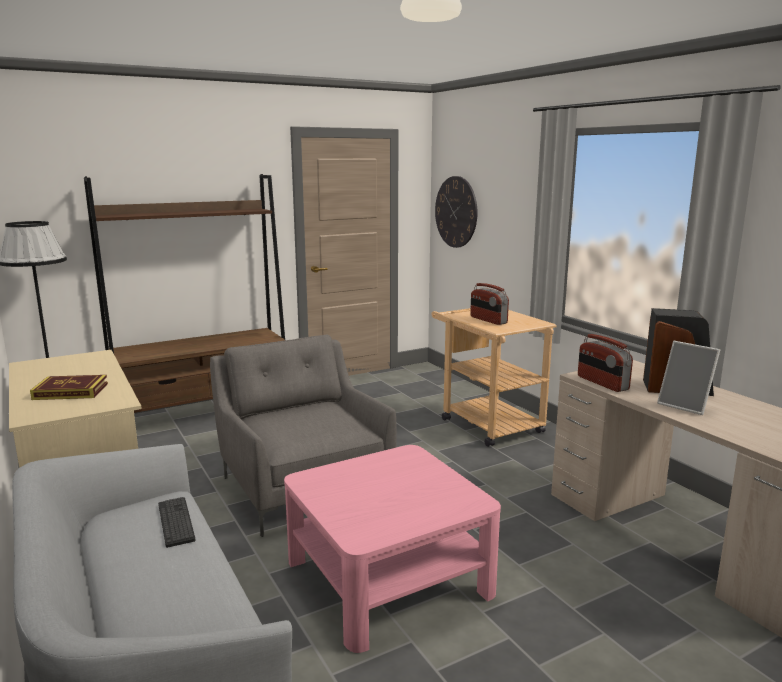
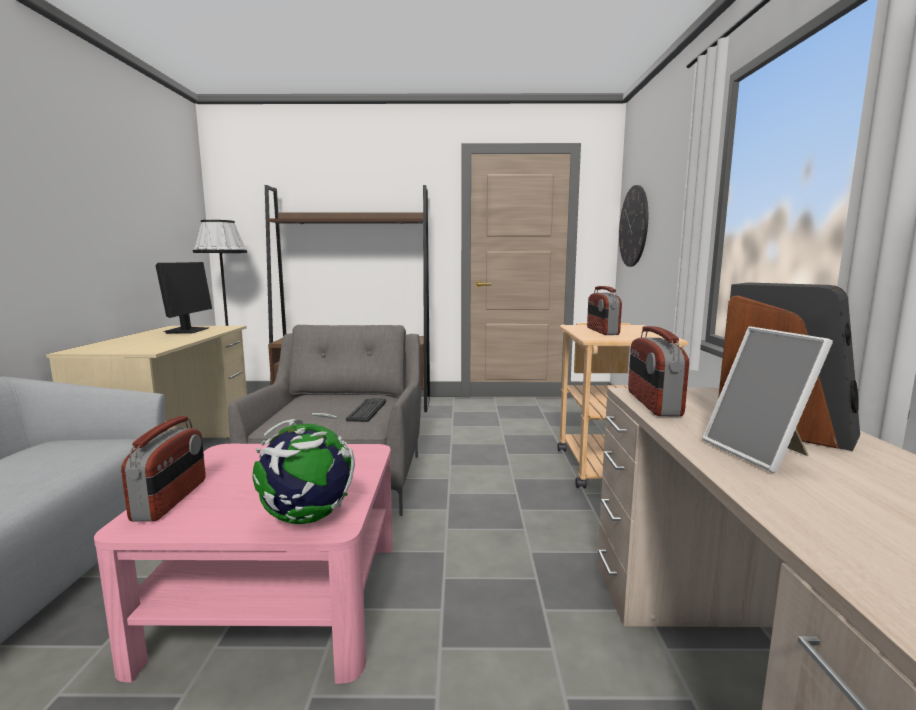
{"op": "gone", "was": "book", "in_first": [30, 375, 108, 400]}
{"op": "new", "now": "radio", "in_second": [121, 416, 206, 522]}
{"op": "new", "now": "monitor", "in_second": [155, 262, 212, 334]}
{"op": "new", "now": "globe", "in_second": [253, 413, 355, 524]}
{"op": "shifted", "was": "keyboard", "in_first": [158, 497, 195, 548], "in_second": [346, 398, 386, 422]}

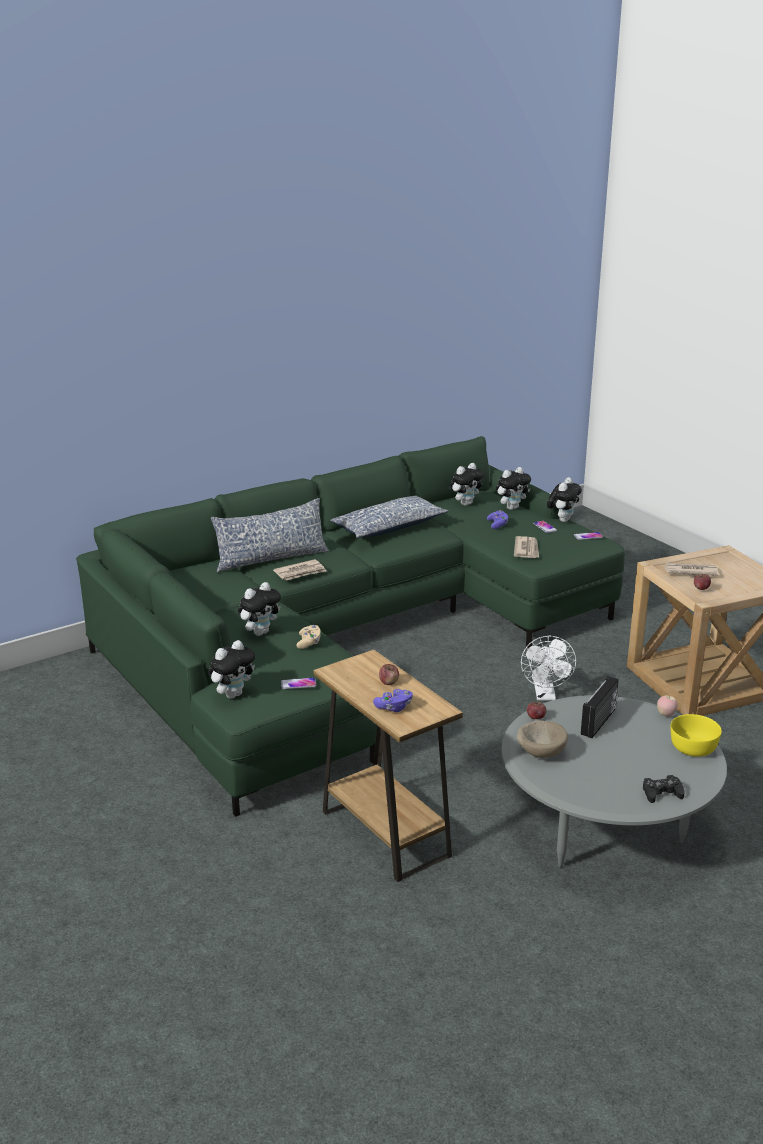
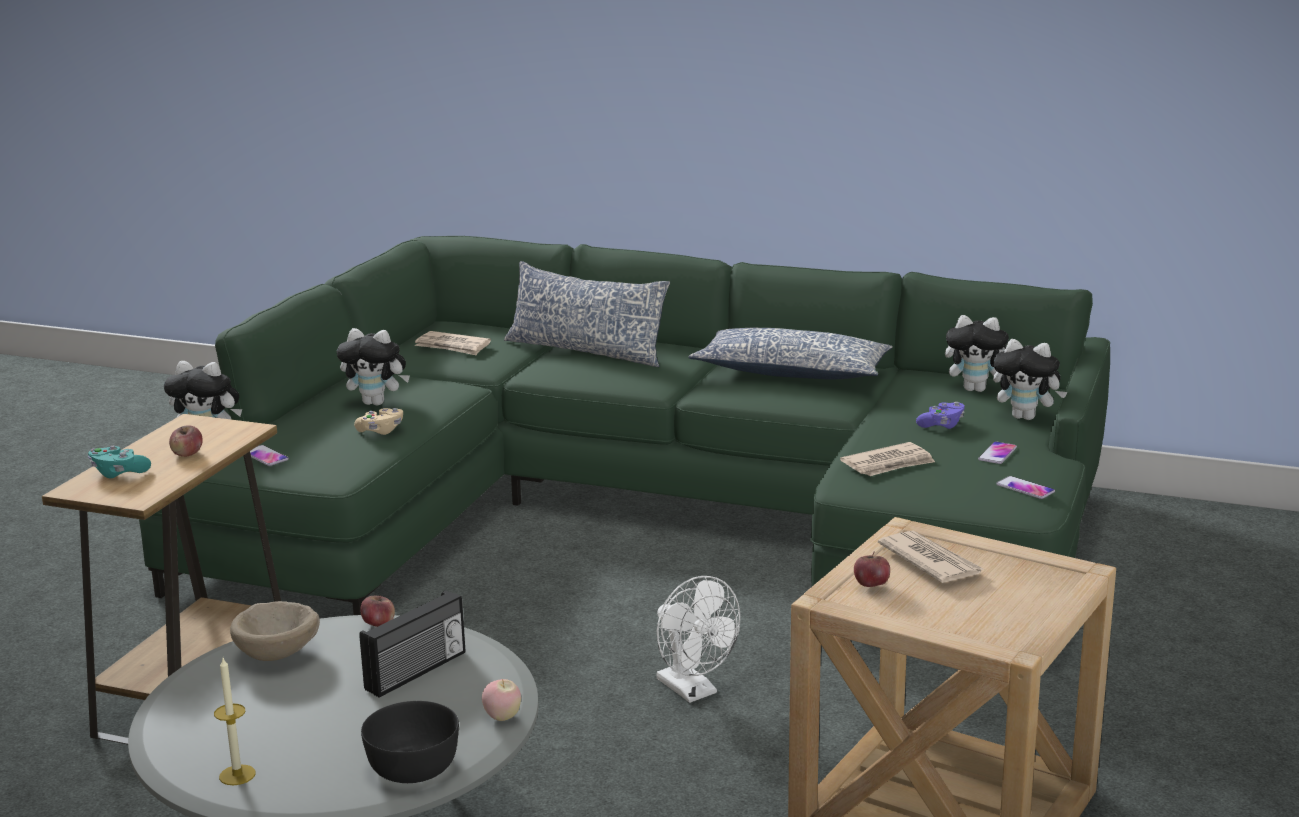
{"op": "gone", "was": "plush toy", "in_first": [547, 477, 582, 522]}
{"op": "shifted", "was": "newspaper", "in_first": [273, 559, 326, 581], "in_second": [415, 331, 491, 356]}
{"op": "swapped", "was": "black game controller", "now": "candle", "in_first": [643, 775, 685, 803], "in_second": [214, 658, 256, 785]}
{"op": "repainted", "was": "purple game controller", "now": "turquoise game controller", "in_first": [373, 689, 413, 712], "in_second": [88, 446, 151, 478]}
{"op": "repainted", "was": "yellow bowl", "now": "black bowl", "in_first": [671, 714, 722, 757], "in_second": [361, 701, 459, 783]}
{"op": "rotated", "was": "white fan", "in_first": [521, 636, 576, 700], "in_second": [656, 576, 740, 703], "clockwise": -90}
{"op": "rotated", "was": "radio", "in_first": [581, 676, 618, 738], "in_second": [359, 590, 465, 698], "clockwise": -45}

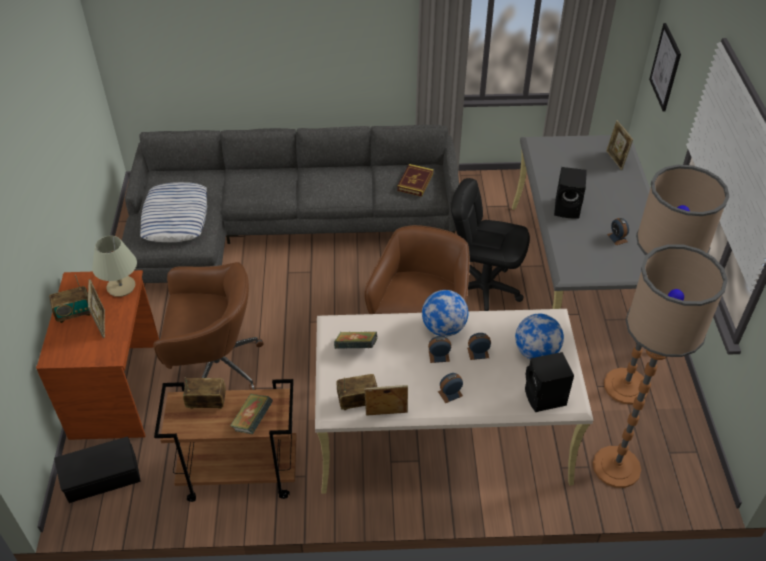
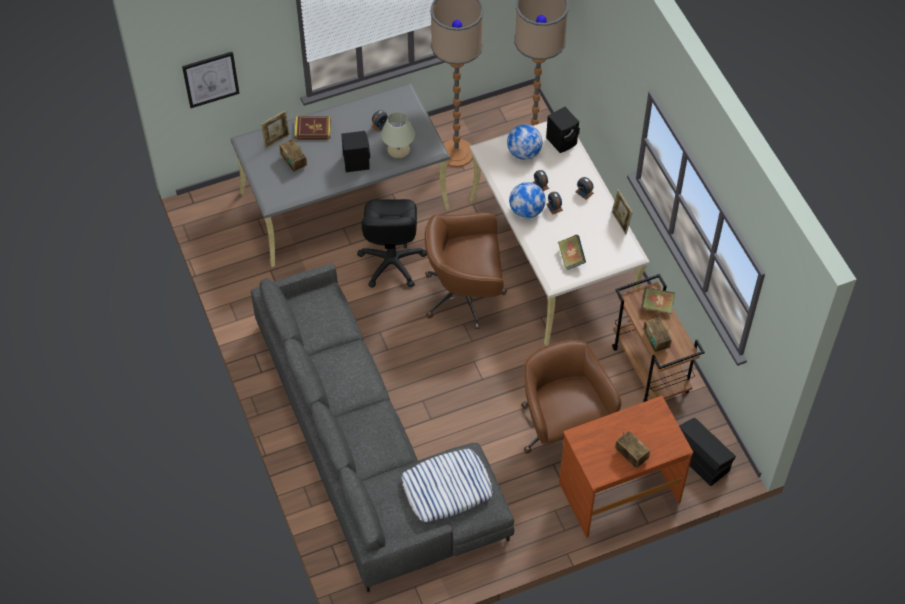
{"op": "gone", "was": "picture frame", "in_first": [88, 279, 105, 338]}
{"op": "shifted", "was": "beige table lamp", "in_first": [92, 236, 137, 297], "in_second": [381, 112, 415, 158]}
{"op": "shifted", "was": "radio", "in_first": [336, 374, 377, 410], "in_second": [279, 139, 307, 172]}
{"op": "shifted", "was": "book", "in_first": [397, 164, 434, 197], "in_second": [294, 117, 331, 140]}

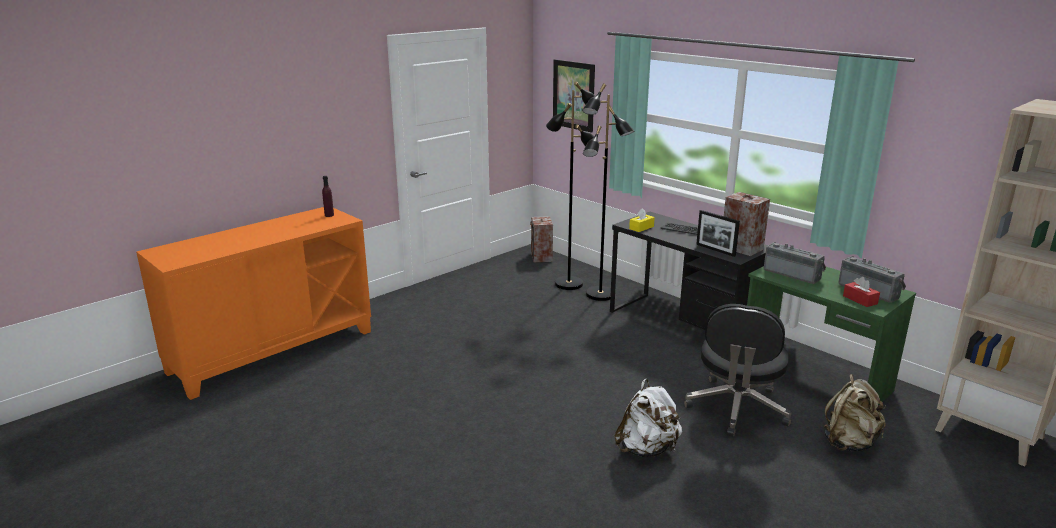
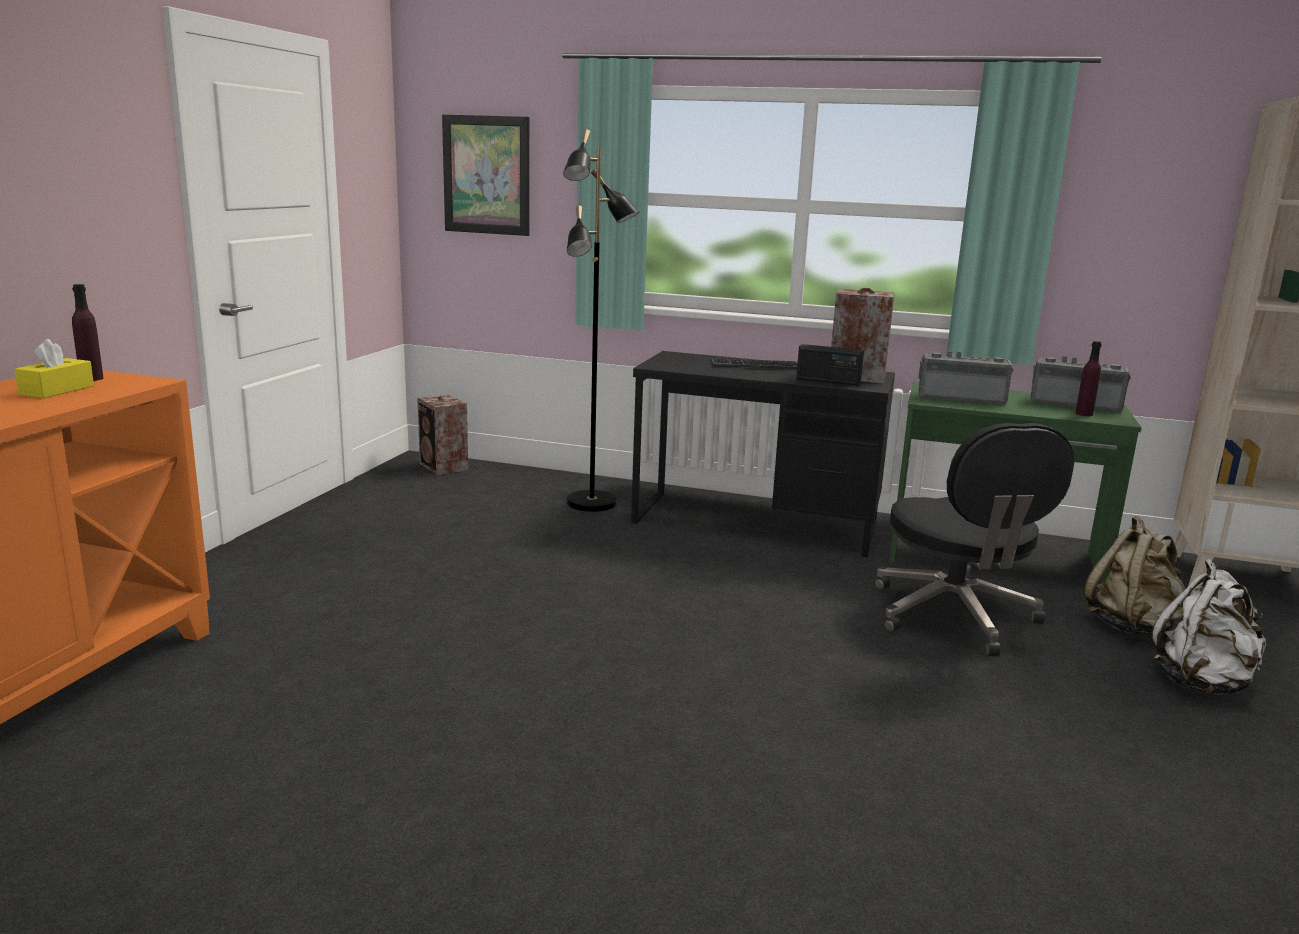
{"op": "gone", "was": "black floor lamp", "in_first": [546, 82, 595, 290]}
{"op": "shifted", "was": "white backpack", "in_first": [614, 379, 682, 457], "in_second": [1152, 559, 1266, 695]}
{"op": "shifted", "was": "yellow tissue box", "in_first": [629, 208, 655, 232], "in_second": [14, 339, 94, 398]}
{"op": "swapped", "was": "picture frame", "now": "radio", "in_first": [696, 210, 740, 257], "in_second": [796, 344, 864, 386]}
{"op": "swapped", "was": "red tissue box", "now": "purple bottle", "in_first": [843, 277, 880, 307], "in_second": [1076, 341, 1102, 416]}

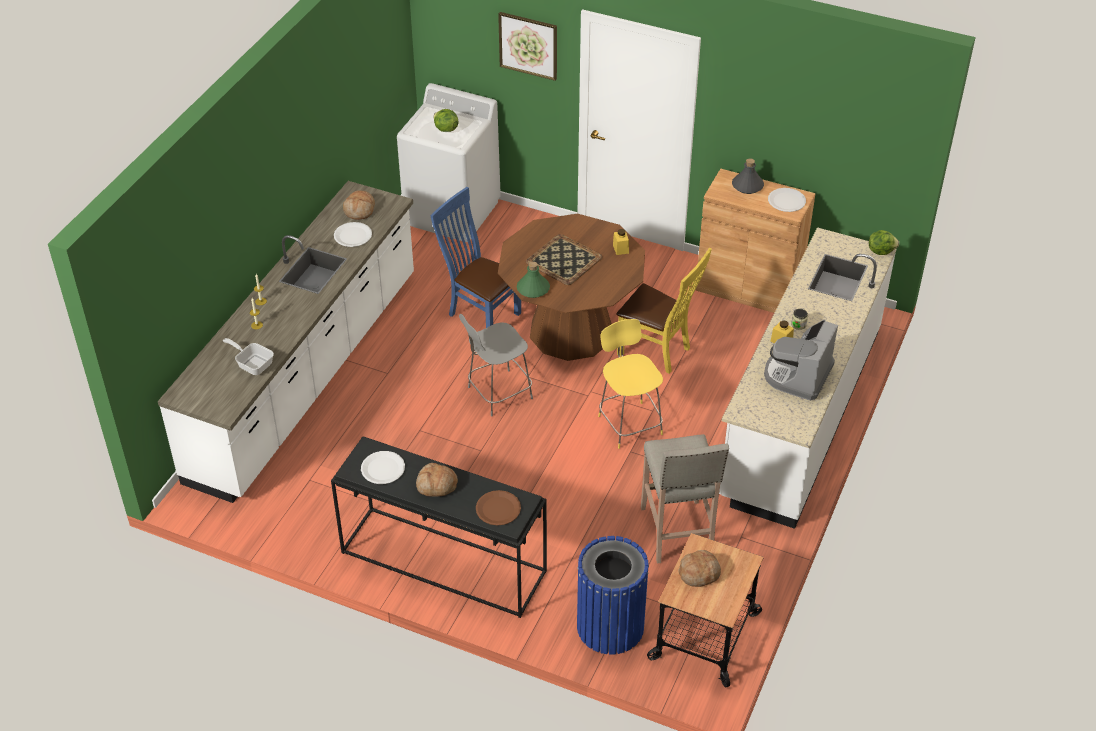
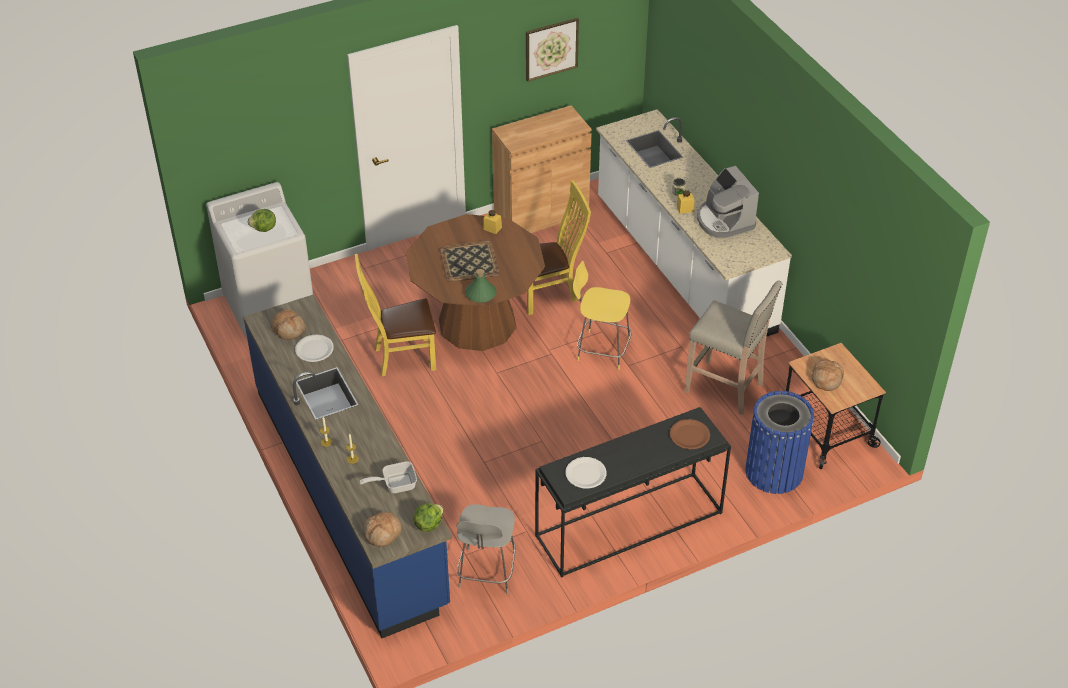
{"op": "gone", "was": "grey bottle", "in_first": [732, 158, 764, 194]}
{"op": "gone", "was": "white plate", "in_first": [768, 188, 806, 212]}
{"op": "shifted", "was": "bread", "in_first": [416, 463, 458, 496], "in_second": [363, 512, 402, 547]}
{"op": "shifted", "was": "grey stool", "in_first": [459, 314, 533, 417], "in_second": [457, 504, 516, 594]}
{"op": "shifted", "was": "picture", "in_first": [498, 12, 557, 81], "in_second": [526, 18, 579, 82]}
{"op": "shifted", "was": "lettuce", "in_first": [869, 230, 899, 255], "in_second": [413, 503, 443, 532]}
{"op": "repainted", "was": "white counter", "now": "blue counter", "in_first": [158, 181, 414, 503], "in_second": [243, 294, 452, 638]}
{"op": "repainted", "was": "blue chair", "now": "yellow chair", "in_first": [430, 187, 521, 328], "in_second": [355, 254, 436, 377]}

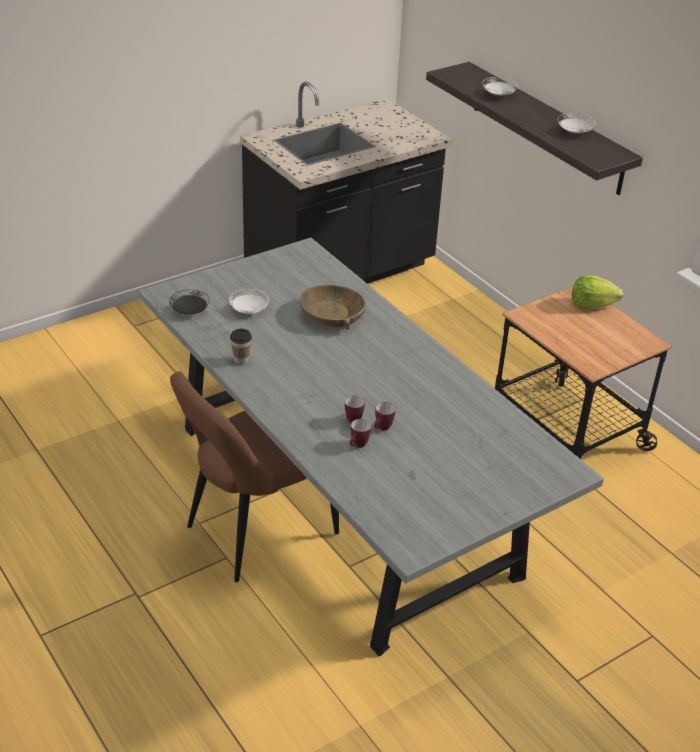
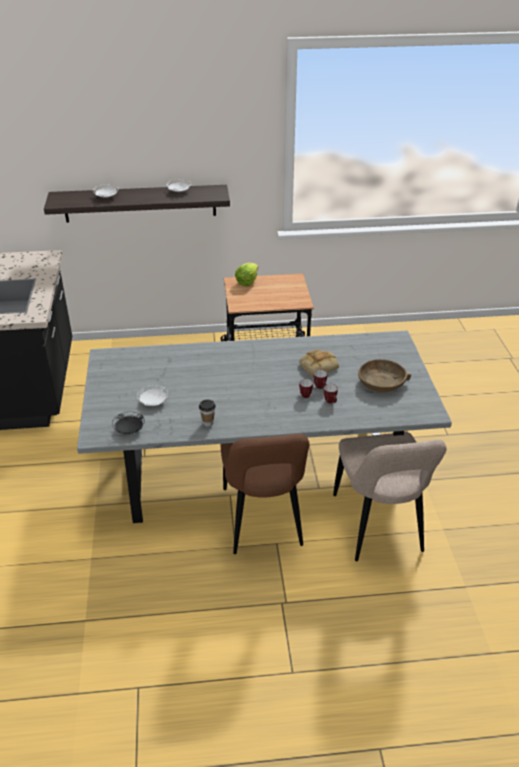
{"op": "new", "now": "bread", "in_second": [299, 350, 339, 377]}
{"op": "new", "now": "beige chair", "in_second": [333, 432, 447, 561]}
{"op": "shifted", "was": "brown bowl", "in_first": [300, 285, 366, 330], "in_second": [358, 359, 411, 392]}

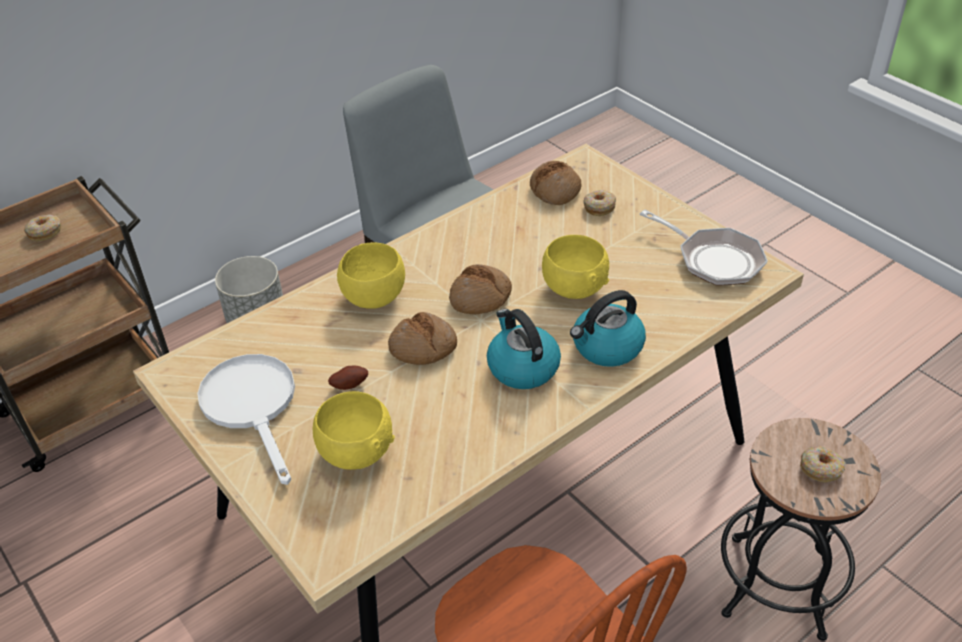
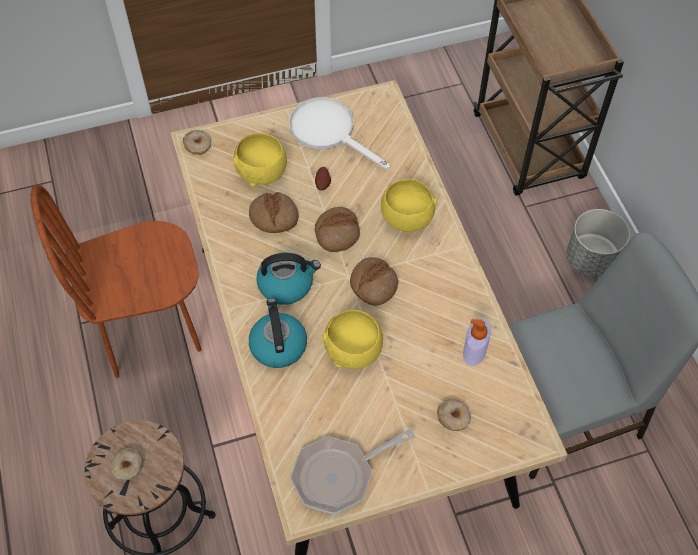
{"op": "new", "now": "soap dispenser", "in_second": [463, 318, 491, 366]}
{"op": "shifted", "was": "donut", "in_first": [24, 215, 61, 241], "in_second": [183, 130, 211, 155]}
{"op": "shifted", "was": "bread", "in_first": [530, 161, 581, 205], "in_second": [249, 192, 299, 233]}
{"op": "rotated", "was": "white frying pan", "in_first": [197, 354, 295, 485], "in_second": [289, 97, 390, 170], "clockwise": -135}

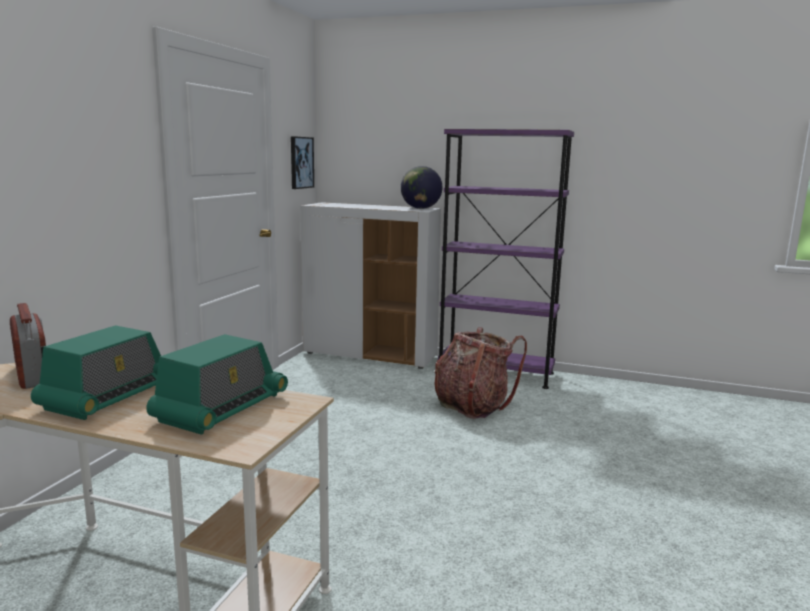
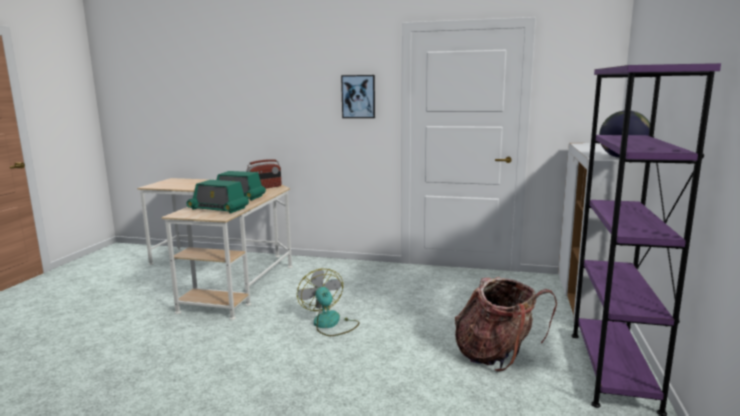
{"op": "new", "now": "fan", "in_second": [297, 269, 360, 336]}
{"op": "shifted", "was": "picture", "in_first": [291, 136, 314, 189], "in_second": [341, 75, 375, 118]}

